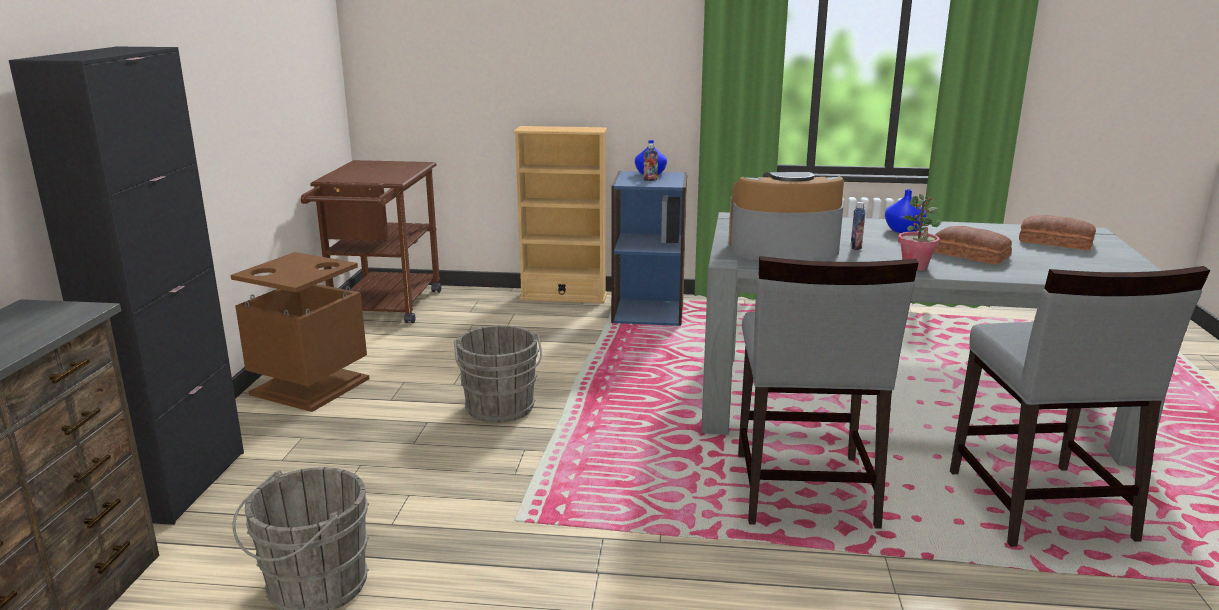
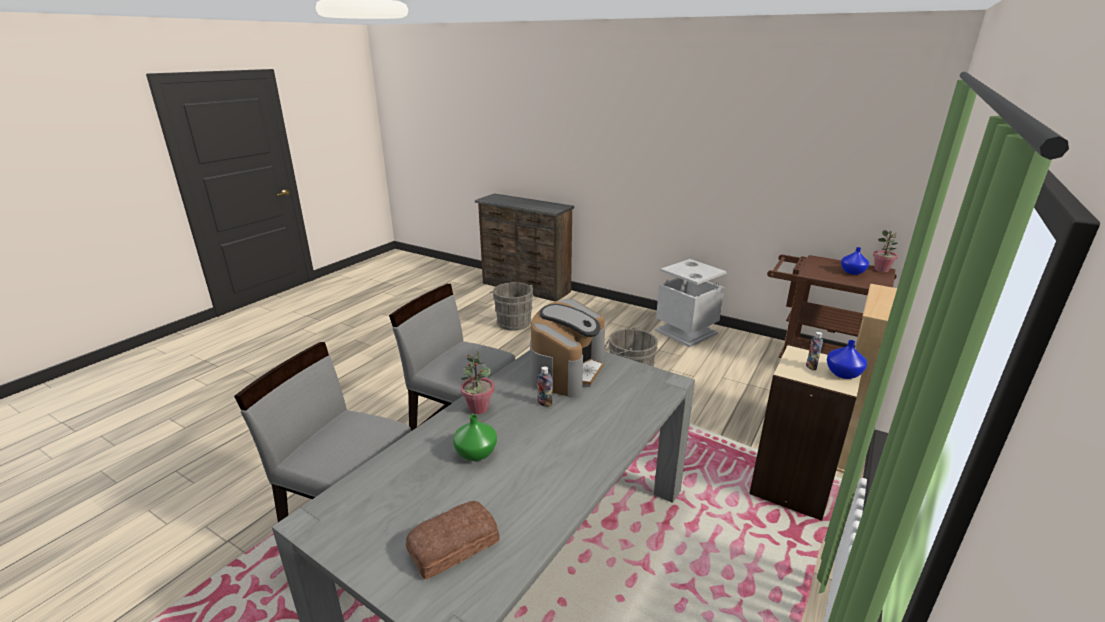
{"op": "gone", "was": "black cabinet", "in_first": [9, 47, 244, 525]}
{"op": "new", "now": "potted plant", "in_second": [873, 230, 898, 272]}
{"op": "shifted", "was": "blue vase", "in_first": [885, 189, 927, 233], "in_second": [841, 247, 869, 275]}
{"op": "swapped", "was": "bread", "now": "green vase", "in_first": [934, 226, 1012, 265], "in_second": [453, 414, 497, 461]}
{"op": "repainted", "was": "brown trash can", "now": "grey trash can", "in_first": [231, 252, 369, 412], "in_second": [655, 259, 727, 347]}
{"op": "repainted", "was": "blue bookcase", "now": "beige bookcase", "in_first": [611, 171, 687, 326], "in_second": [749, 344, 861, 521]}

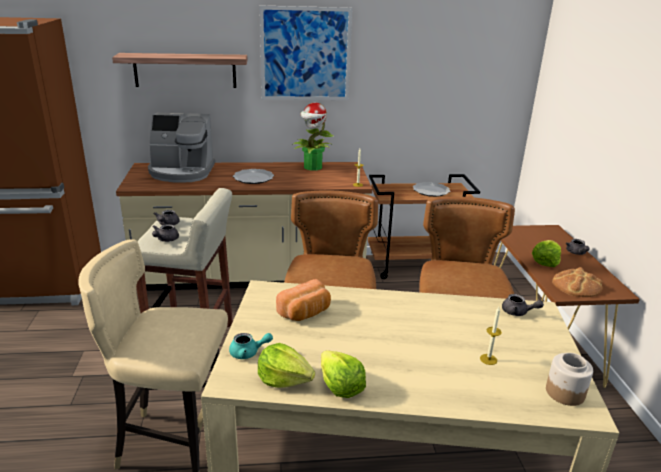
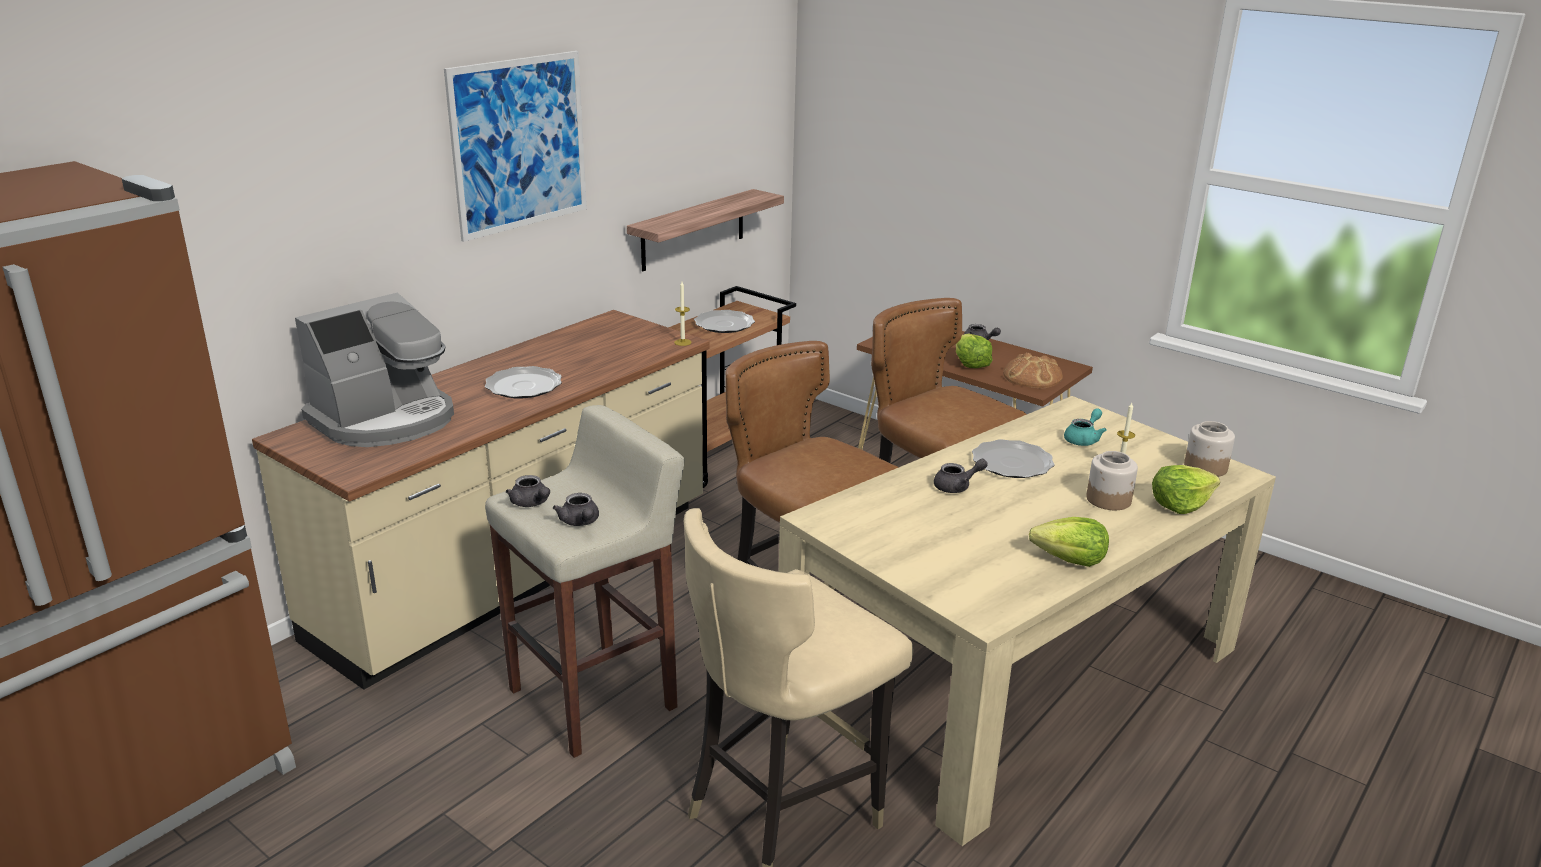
{"op": "gone", "was": "bread", "in_first": [276, 279, 331, 321]}
{"op": "gone", "was": "potted plant", "in_first": [292, 102, 334, 171]}
{"op": "new", "now": "plate", "in_second": [972, 439, 1055, 478]}
{"op": "new", "now": "jar", "in_second": [1086, 451, 1138, 510]}
{"op": "shifted", "was": "shelf", "in_first": [112, 53, 247, 88], "in_second": [627, 189, 784, 271]}
{"op": "shifted", "was": "turquoise teapot", "in_first": [229, 333, 273, 359], "in_second": [1064, 408, 1107, 446]}
{"op": "shifted", "was": "lettuce", "in_first": [258, 343, 315, 388], "in_second": [1152, 465, 1220, 514]}
{"op": "shifted", "was": "grey teapot", "in_first": [502, 294, 544, 316], "in_second": [934, 458, 988, 493]}

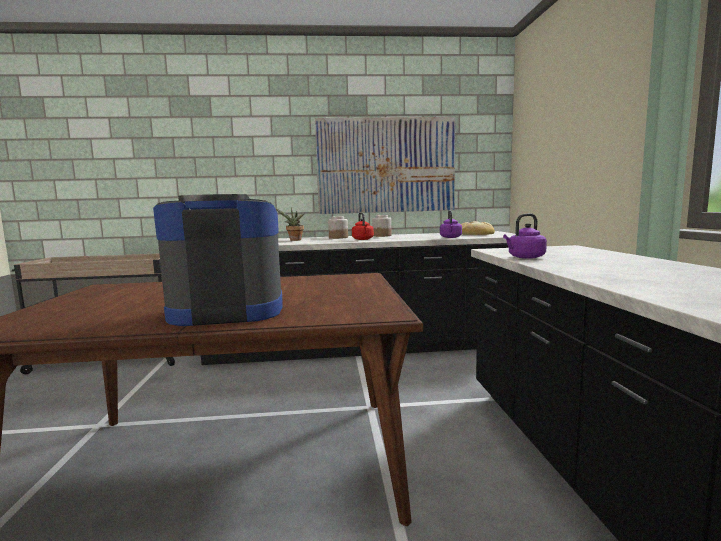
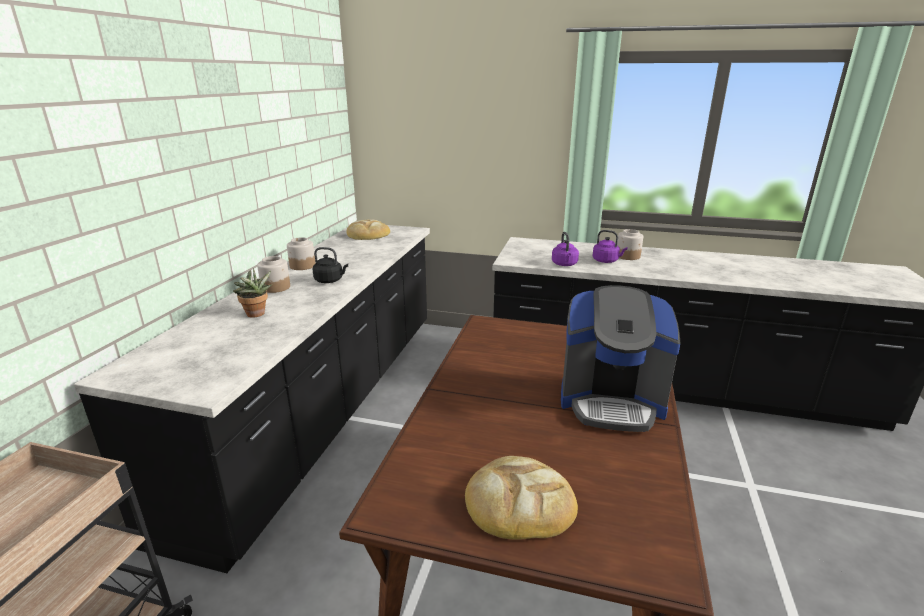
{"op": "gone", "was": "picture", "in_first": [315, 117, 455, 214]}
{"op": "new", "now": "bread", "in_second": [465, 456, 578, 540]}
{"op": "new", "now": "jar", "in_second": [617, 229, 643, 260]}
{"op": "shifted", "was": "purple kettle", "in_first": [440, 210, 462, 238], "in_second": [593, 230, 628, 263]}
{"op": "repainted", "was": "red kettle", "now": "black kettle", "in_first": [352, 212, 374, 240], "in_second": [313, 247, 348, 283]}
{"op": "rotated", "was": "coffee machine", "in_first": [153, 194, 283, 326], "in_second": [561, 285, 680, 432], "clockwise": -90}

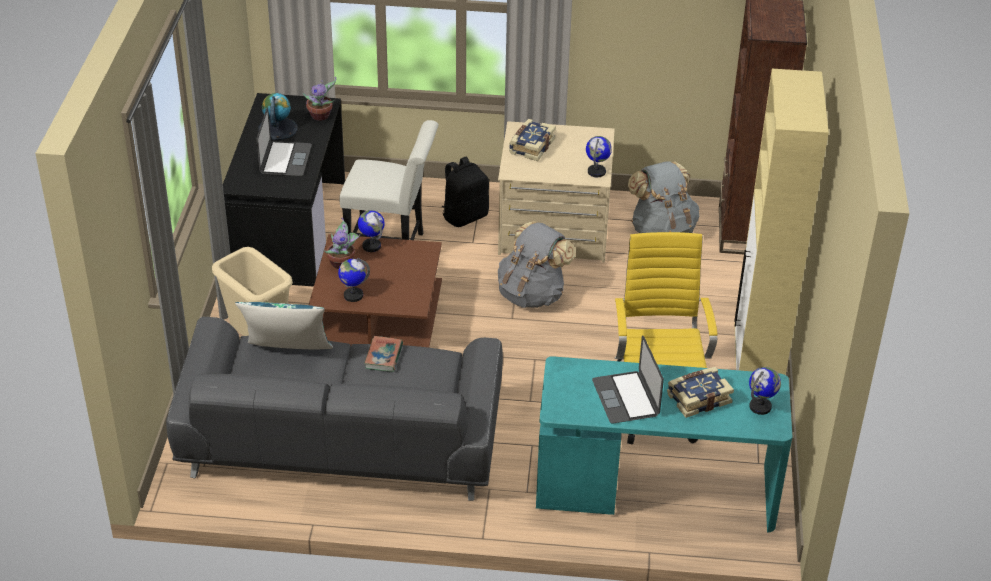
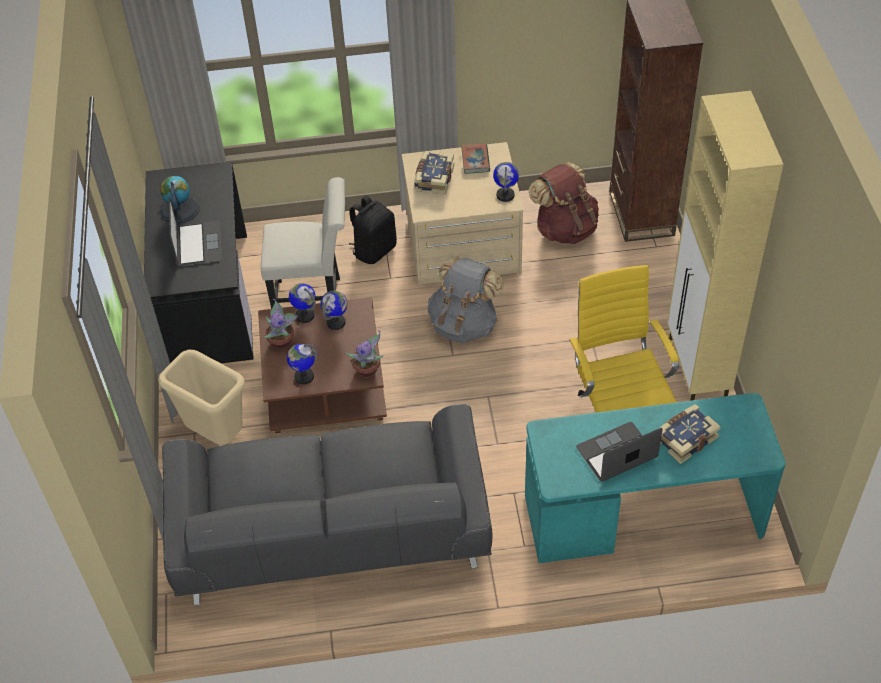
{"op": "gone", "was": "blue pillow", "in_first": [235, 302, 333, 350]}
{"op": "shifted", "was": "potted plant", "in_first": [303, 77, 336, 121], "in_second": [346, 330, 384, 377]}
{"op": "shifted", "was": "book", "in_first": [364, 336, 403, 372], "in_second": [461, 144, 490, 174]}
{"op": "shifted", "was": "globe", "in_first": [749, 367, 781, 415], "in_second": [320, 290, 347, 330]}
{"op": "repainted", "was": "grey backpack", "now": "brown backpack", "in_first": [628, 161, 699, 233], "in_second": [529, 162, 599, 244]}
{"op": "rotated", "was": "laptop", "in_first": [592, 335, 664, 424], "in_second": [576, 422, 663, 482], "clockwise": 90}

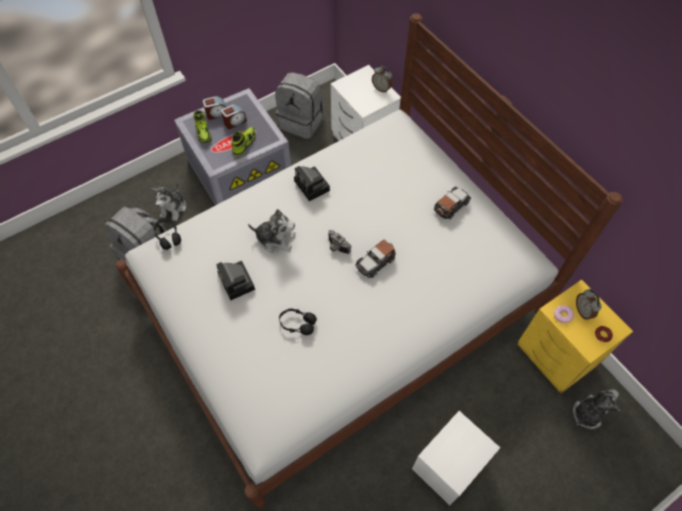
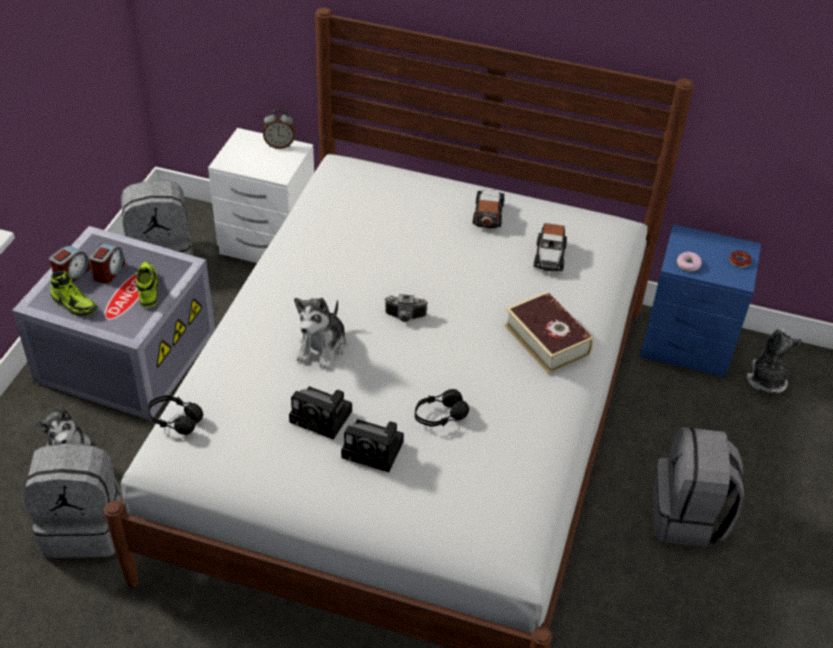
{"op": "gone", "was": "alarm clock", "in_first": [576, 289, 602, 319]}
{"op": "new", "now": "book", "in_second": [504, 291, 593, 374]}
{"op": "shifted", "was": "photo camera", "in_first": [294, 166, 330, 201], "in_second": [341, 419, 404, 472]}
{"op": "shifted", "was": "toy car", "in_first": [355, 240, 396, 278], "in_second": [534, 223, 567, 271]}
{"op": "swapped", "was": "white storage box", "now": "grey backpack", "in_first": [412, 411, 500, 506], "in_second": [652, 427, 744, 547]}
{"op": "repainted", "was": "yellow nightstand", "now": "blue nightstand", "in_first": [517, 280, 633, 393], "in_second": [640, 224, 761, 377]}
{"op": "rotated", "was": "plush toy", "in_first": [248, 209, 296, 253], "in_second": [294, 298, 348, 370], "clockwise": 135}

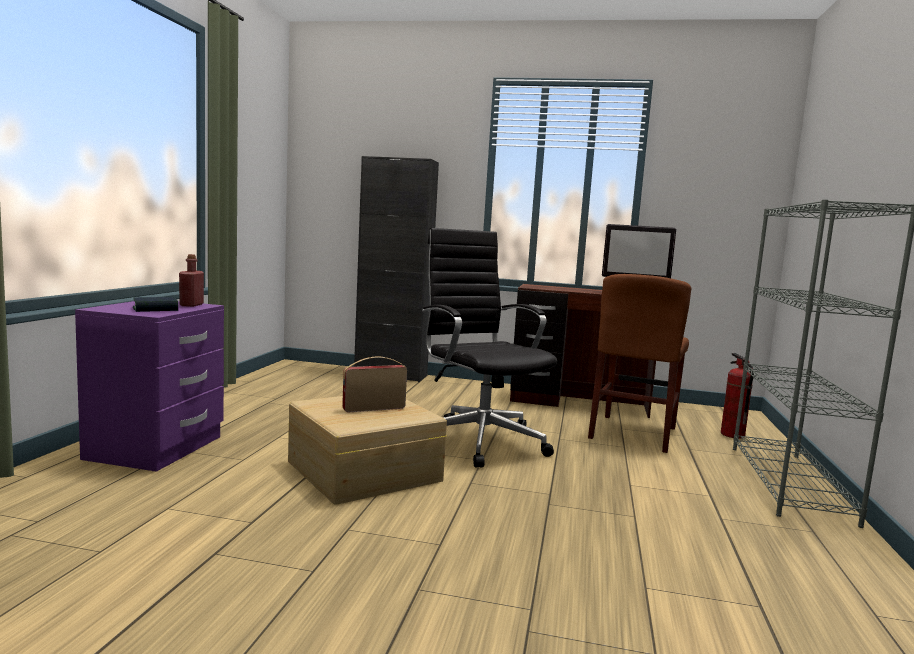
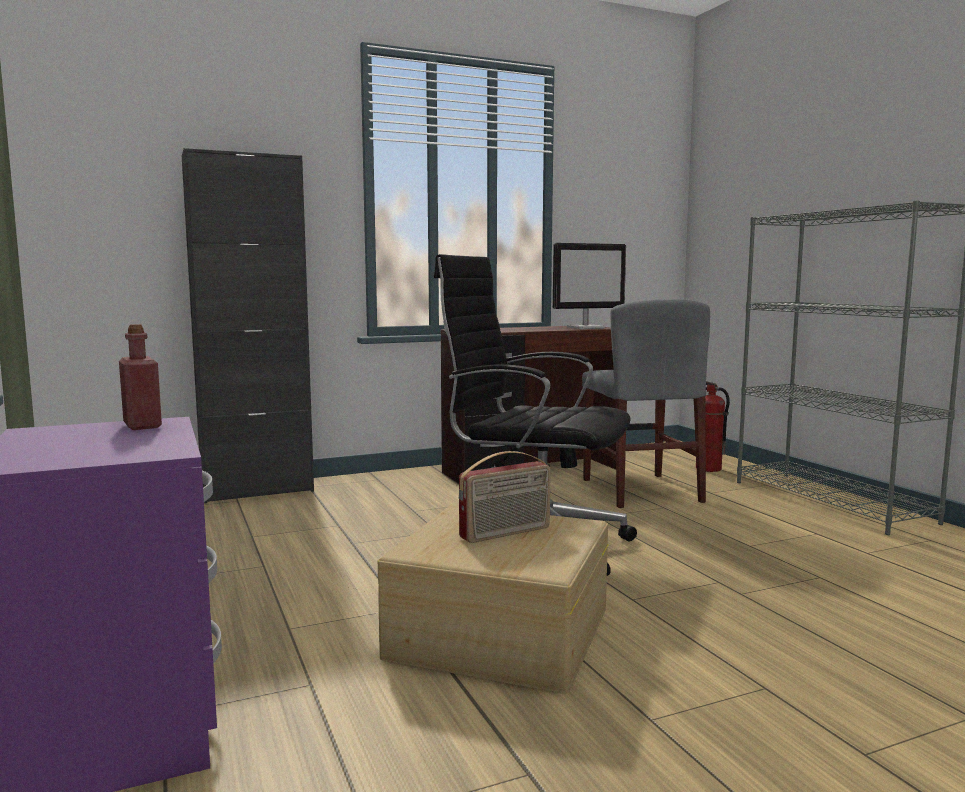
{"op": "gone", "was": "book", "in_first": [133, 297, 178, 312]}
{"op": "repainted", "was": "brown chair", "now": "grey chair", "in_first": [588, 274, 691, 453], "in_second": [582, 299, 710, 508]}
{"op": "rotated", "was": "radio", "in_first": [342, 356, 407, 413], "in_second": [459, 451, 551, 543], "clockwise": -150}

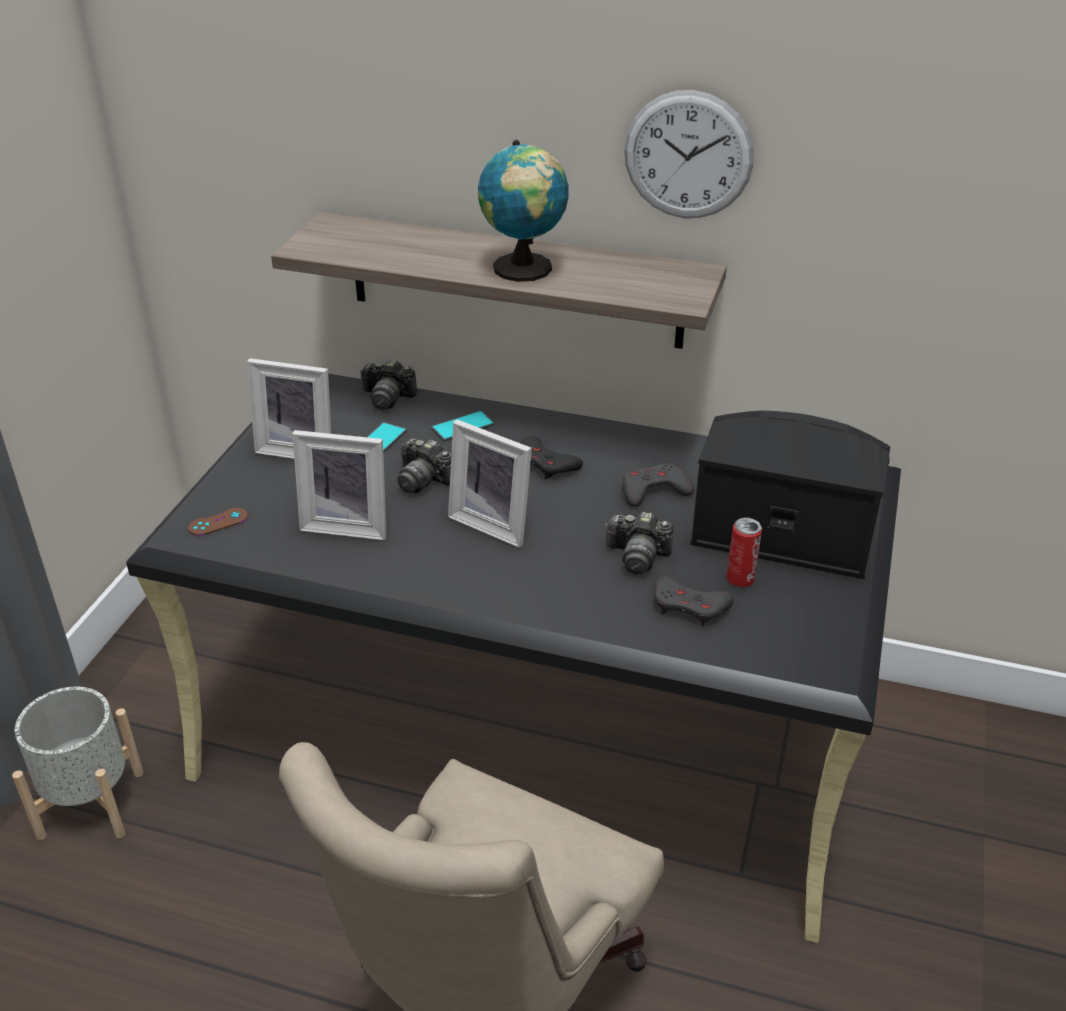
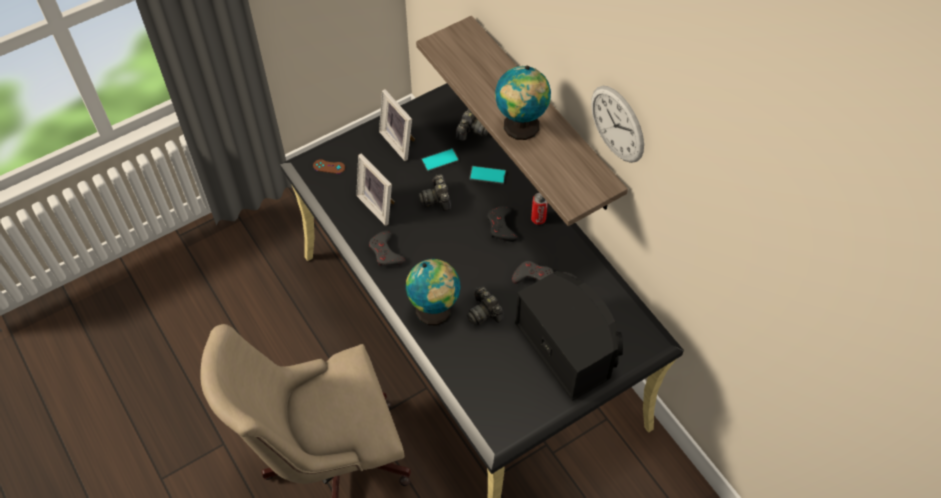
{"op": "gone", "was": "grey planter", "in_first": [12, 687, 143, 840]}
{"op": "gone", "was": "picture frame", "in_first": [448, 419, 532, 548]}
{"op": "new", "now": "globe", "in_second": [406, 259, 461, 325]}
{"op": "shifted", "was": "grey game controller", "in_first": [654, 575, 734, 626], "in_second": [369, 231, 405, 266]}
{"op": "shifted", "was": "can", "in_first": [727, 518, 762, 587], "in_second": [531, 193, 548, 225]}
{"op": "rotated", "was": "photo camera", "in_first": [360, 359, 417, 410], "in_second": [456, 109, 488, 141], "clockwise": -120}

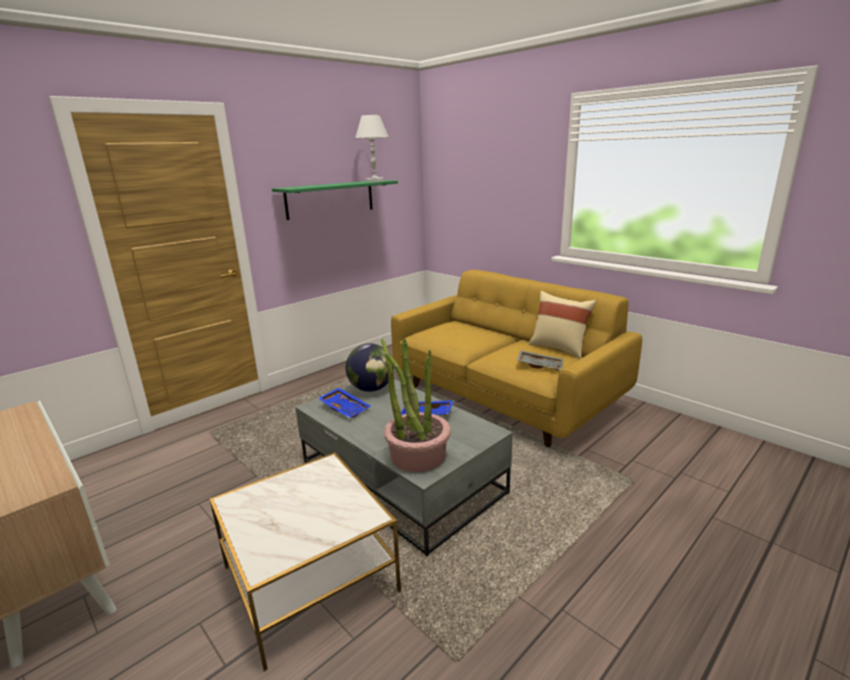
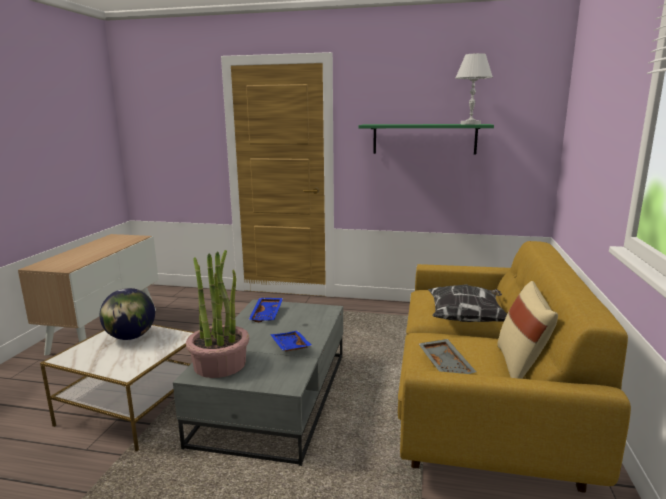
{"op": "new", "now": "pillow", "in_second": [428, 284, 507, 322]}
{"op": "shifted", "was": "globe", "in_first": [346, 343, 394, 392], "in_second": [100, 288, 155, 340]}

